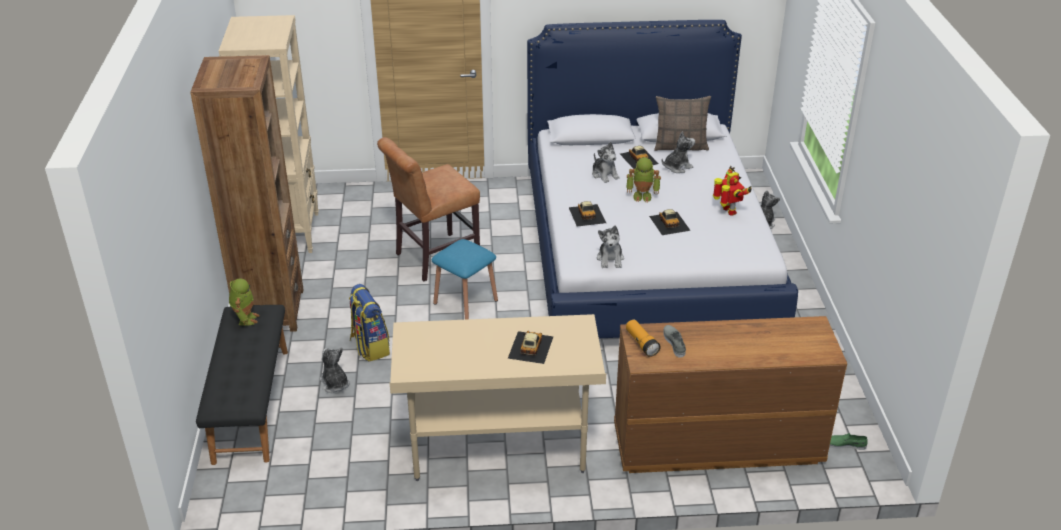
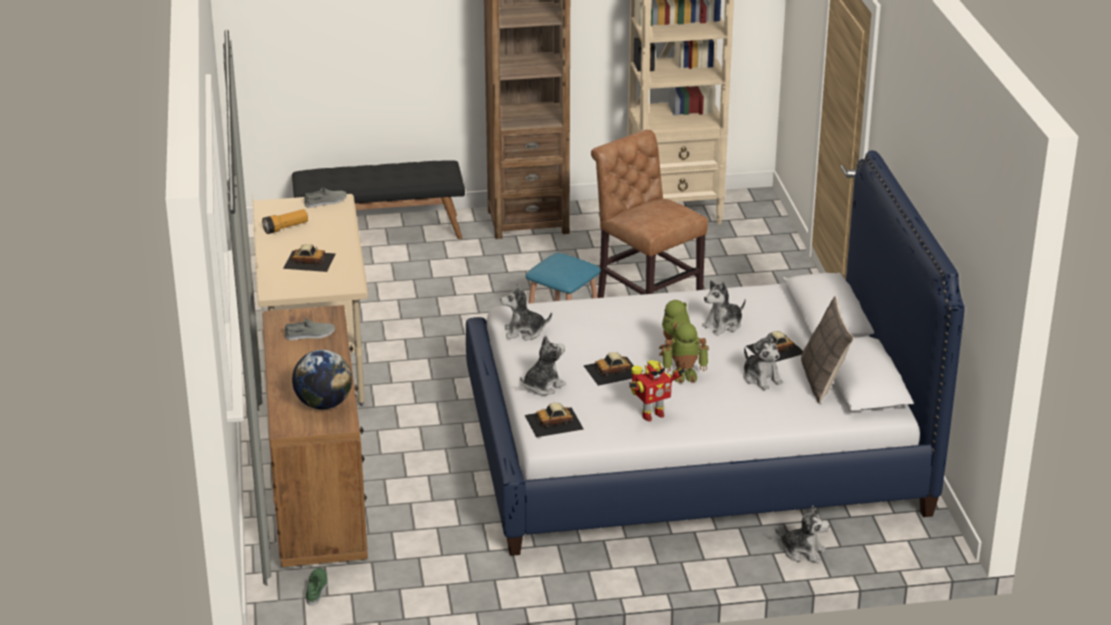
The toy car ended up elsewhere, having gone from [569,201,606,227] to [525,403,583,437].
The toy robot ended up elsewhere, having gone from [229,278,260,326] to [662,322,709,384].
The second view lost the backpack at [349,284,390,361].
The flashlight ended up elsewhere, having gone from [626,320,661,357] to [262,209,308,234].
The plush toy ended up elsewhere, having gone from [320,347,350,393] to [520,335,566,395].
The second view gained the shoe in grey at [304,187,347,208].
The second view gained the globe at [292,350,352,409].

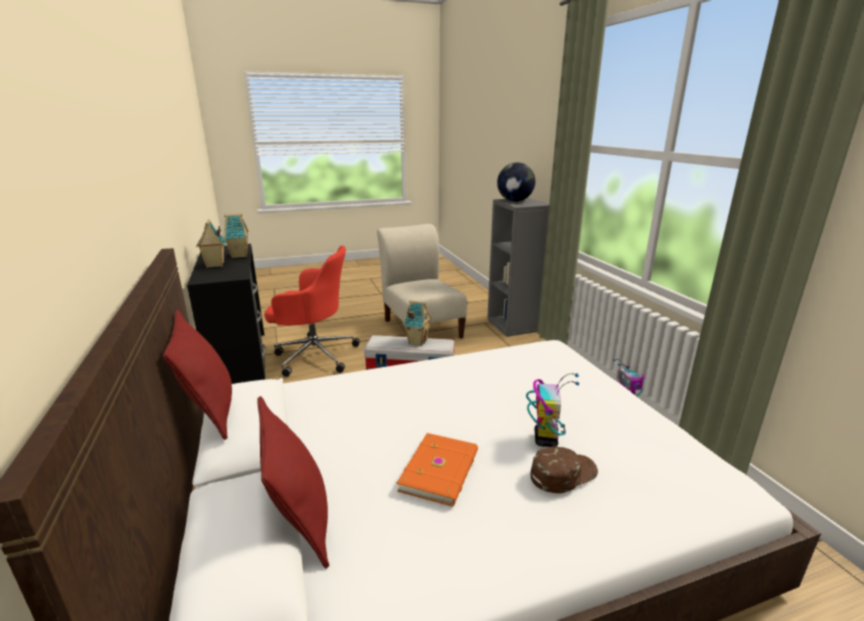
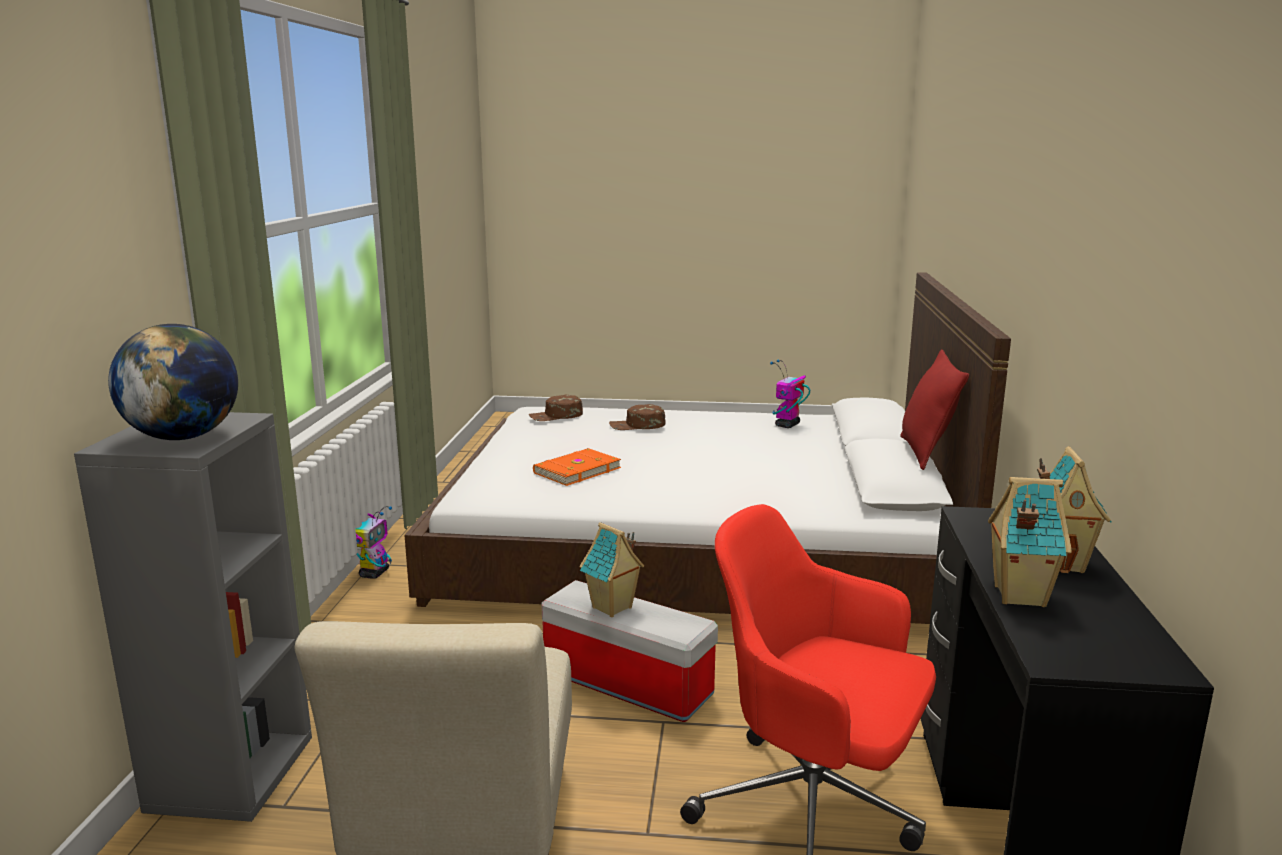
The toy robot ended up elsewhere, having gone from [526,373,579,447] to [770,359,810,428].
The second view lost the pillow in red at [257,396,329,569].
The book in orange ended up elsewhere, having gone from [397,433,478,507] to [533,448,621,486].
The second view gained the cap in brown at [529,395,583,421].

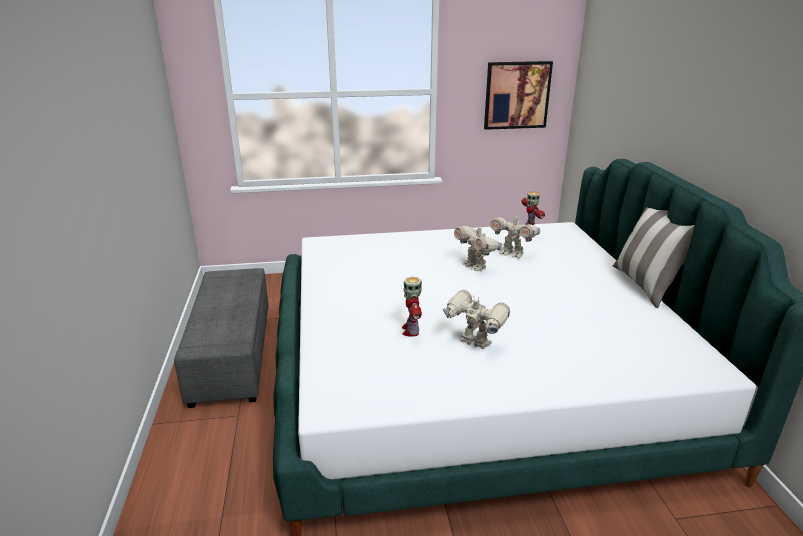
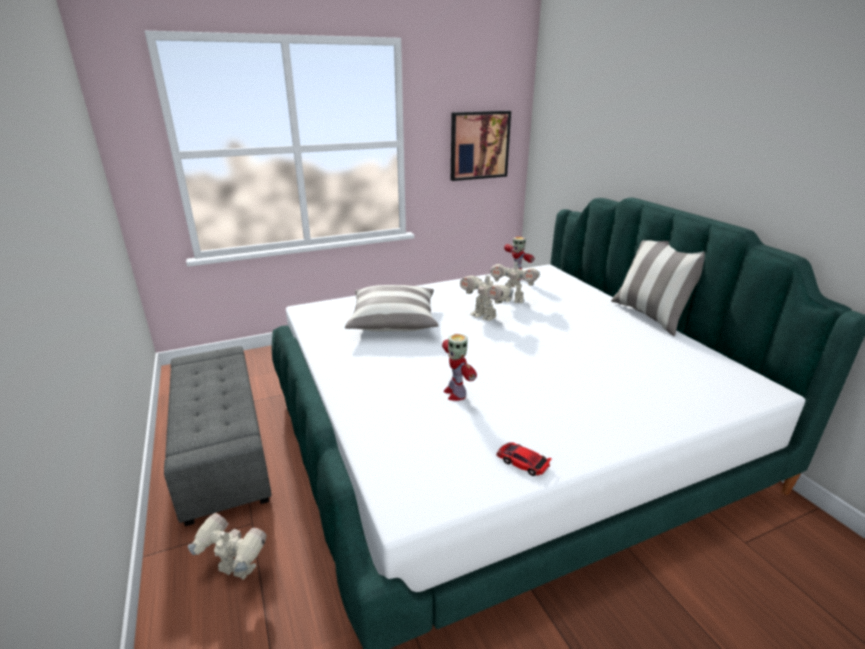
The toy robot ended up elsewhere, having gone from [443,290,510,349] to [188,513,267,580].
The second view gained the pillow at [345,285,438,331].
The second view gained the toy car at [496,442,551,476].

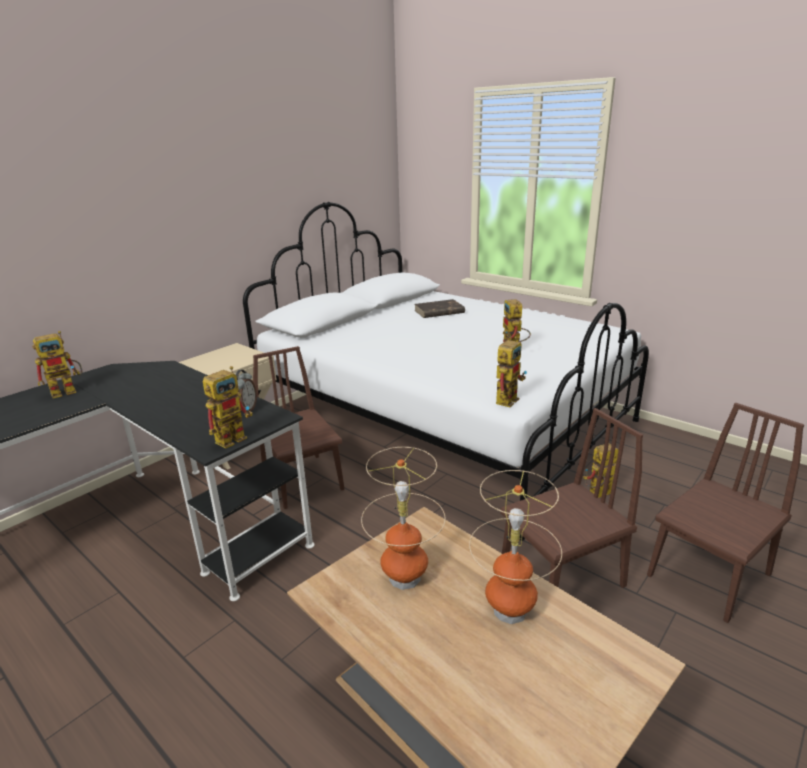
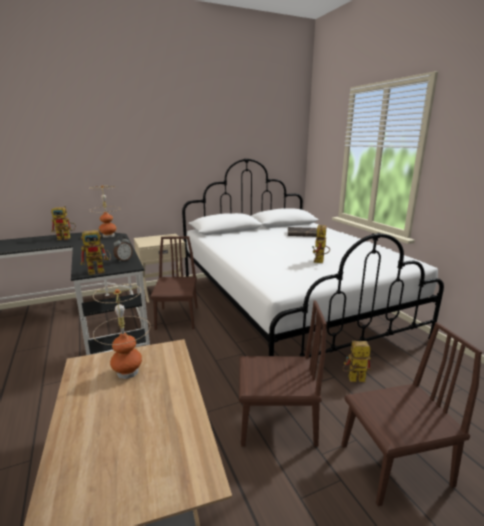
The second view lost the toy robot at [496,336,527,407].
The table lamp ended up elsewhere, having gone from [469,470,562,624] to [89,186,121,238].

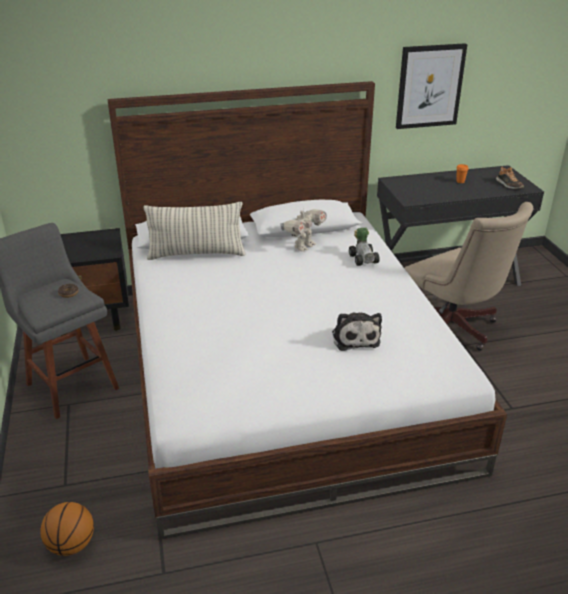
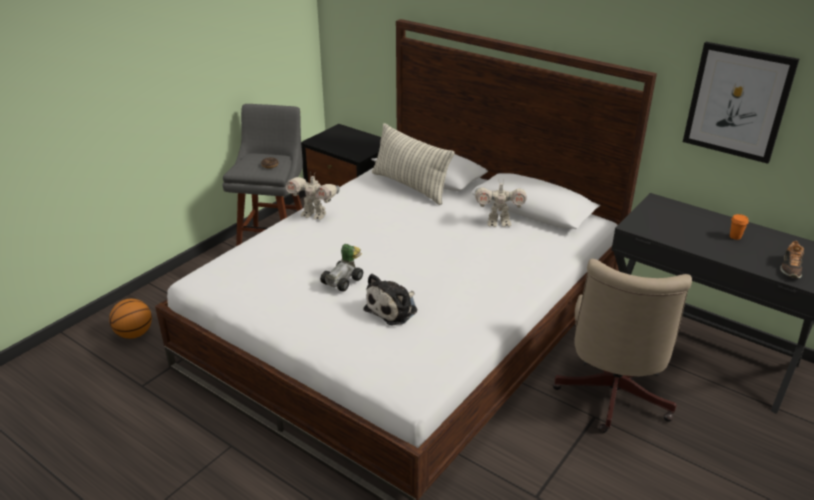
The toy car ended up elsewhere, having gone from [349,228,380,266] to [320,244,363,291].
The second view gained the toy robot at [286,172,340,220].

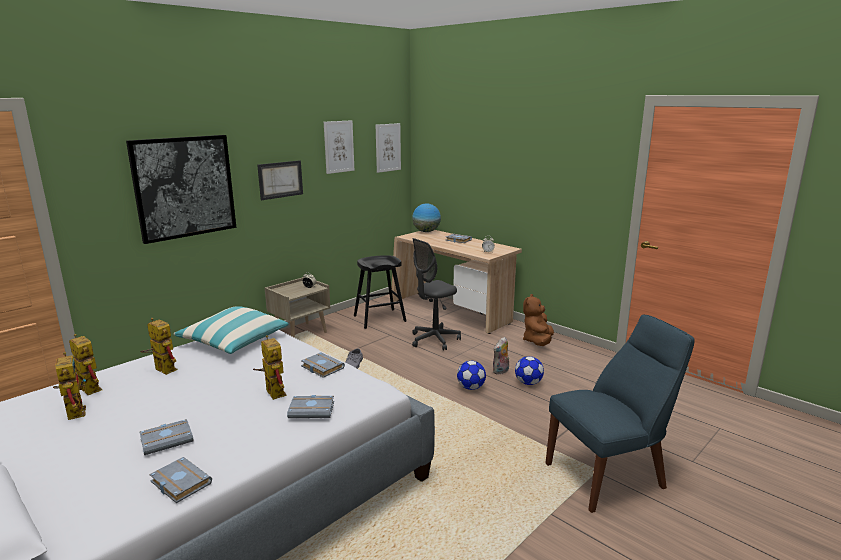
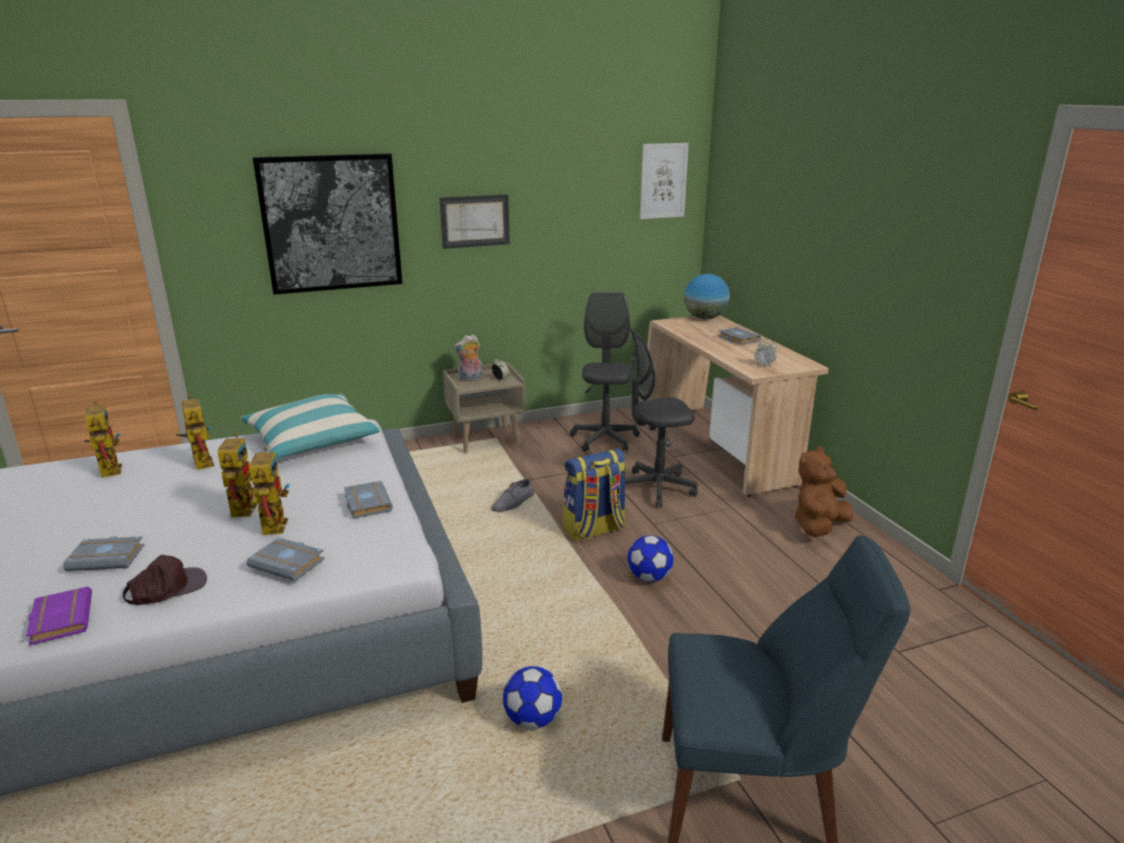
The second view lost the picture at [324,120,354,174].
Where the stool in black stood at [354,255,406,329], the office chair in grey came to stand at [570,292,640,452].
The plush toy ended up elsewhere, having gone from [493,337,510,375] to [454,334,483,382].
The toy robot ended up elsewhere, having gone from [53,352,86,420] to [218,432,258,517].
The football ended up elsewhere, having gone from [515,356,544,385] to [503,666,562,729].
What was the book in grey at [149,457,212,503] turned into the book in purple at [26,586,92,645].
The second view gained the backpack at [563,449,626,542].
The second view gained the cap in brown at [123,555,207,605].

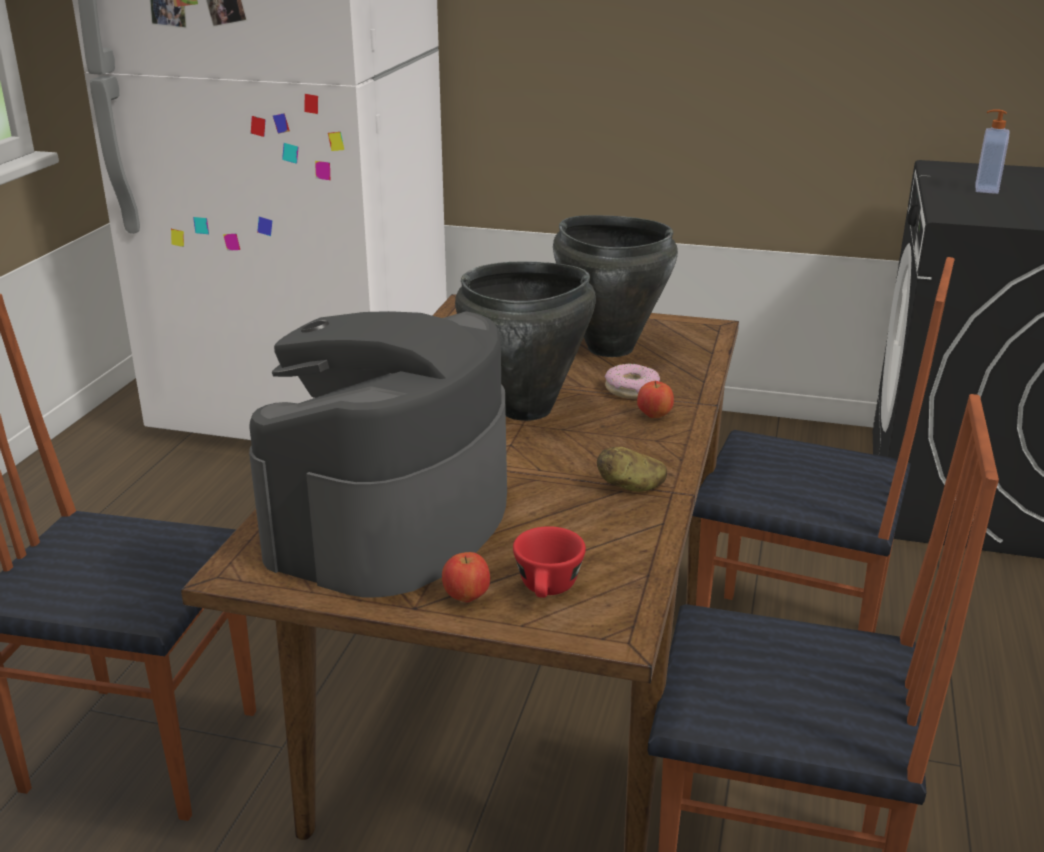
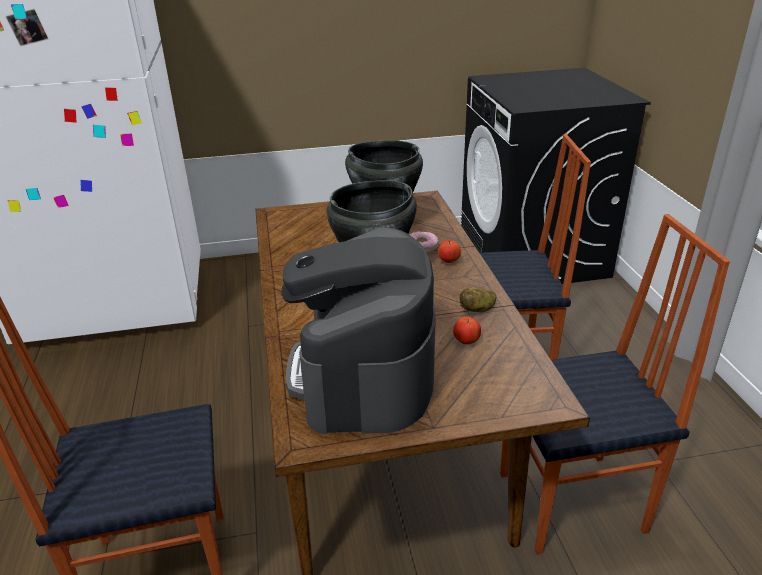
The second view lost the soap dispenser at [975,109,1009,194].
The second view lost the cup in red at [513,526,586,598].
The apple ended up elsewhere, having gone from [442,552,490,602] to [453,316,481,344].

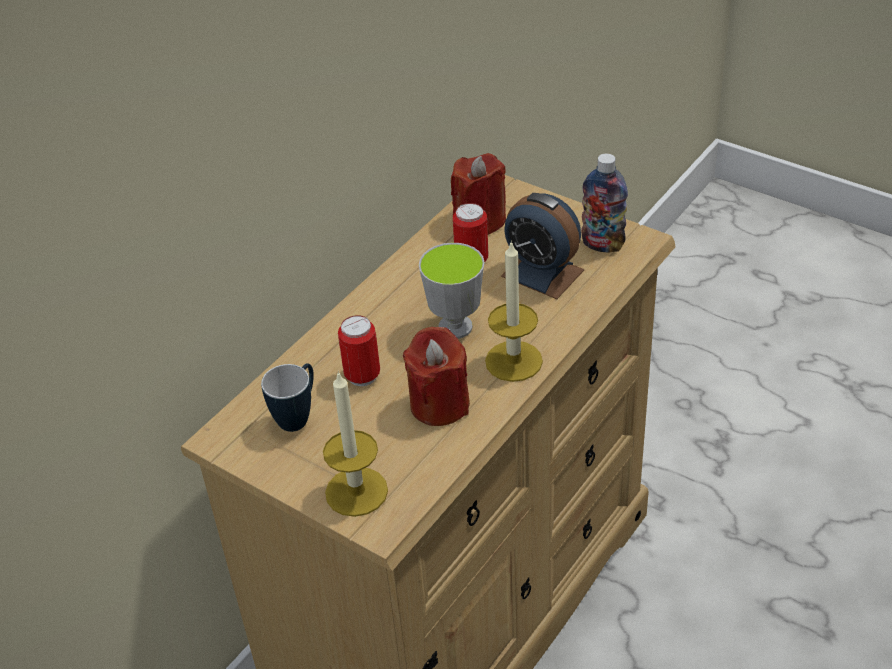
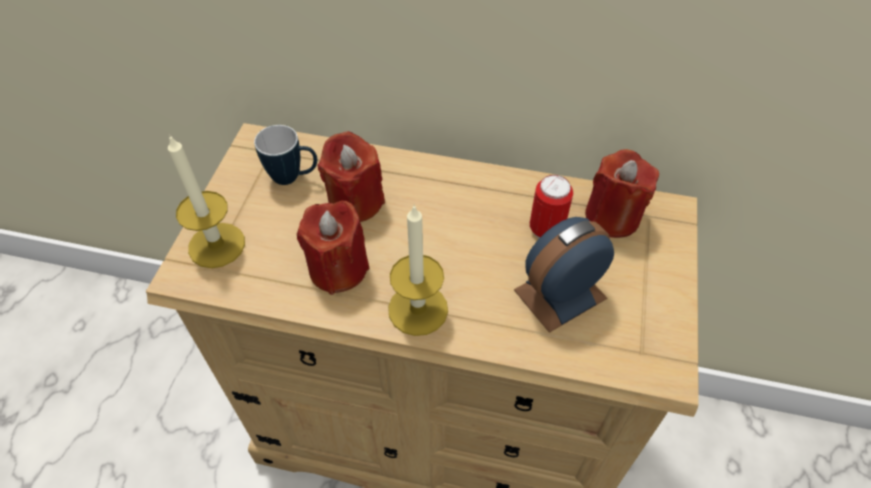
The second view lost the bottle at [581,153,628,252].
The alarm clock at [501,193,584,299] ended up facing another way, 45 degrees clockwise from before.
The second view lost the cup at [419,243,484,339].
Where the can stood at [338,315,380,386], the candle in red came to stand at [318,131,385,222].

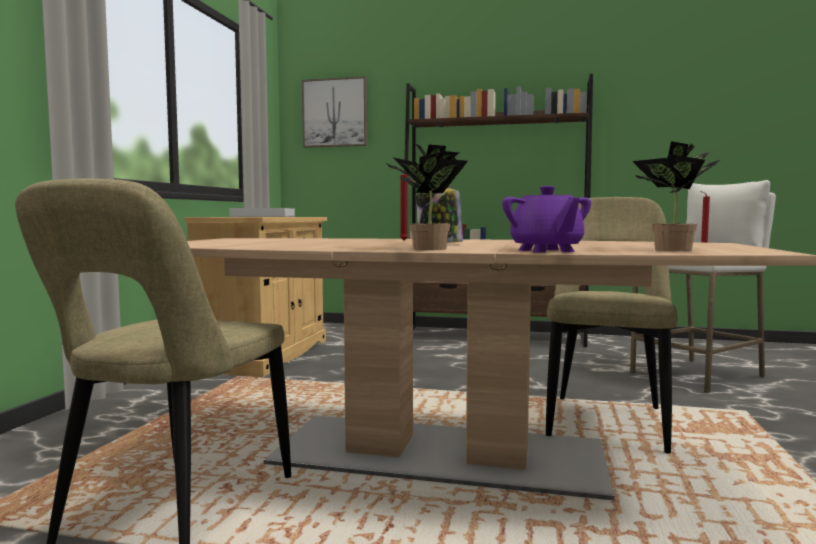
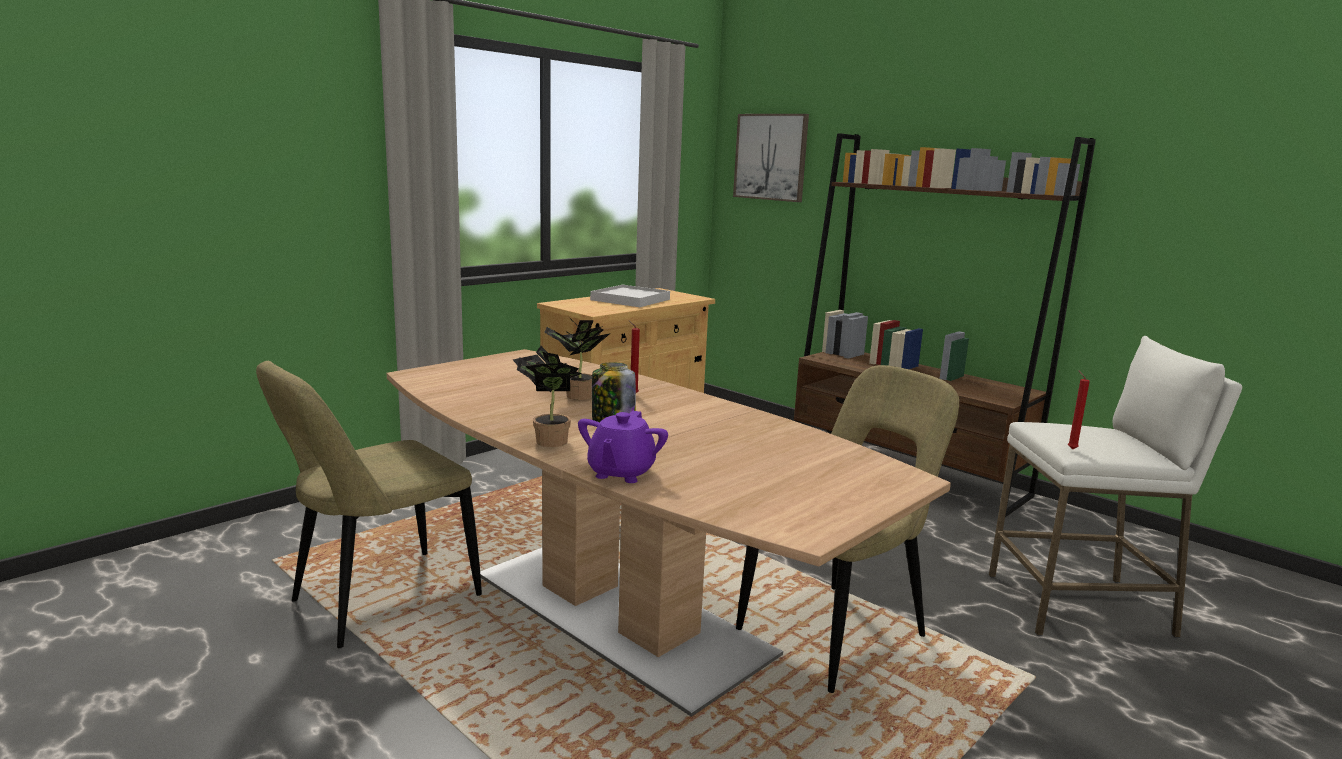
The potted plant ended up elsewhere, having gone from [632,141,722,251] to [544,318,610,400].

